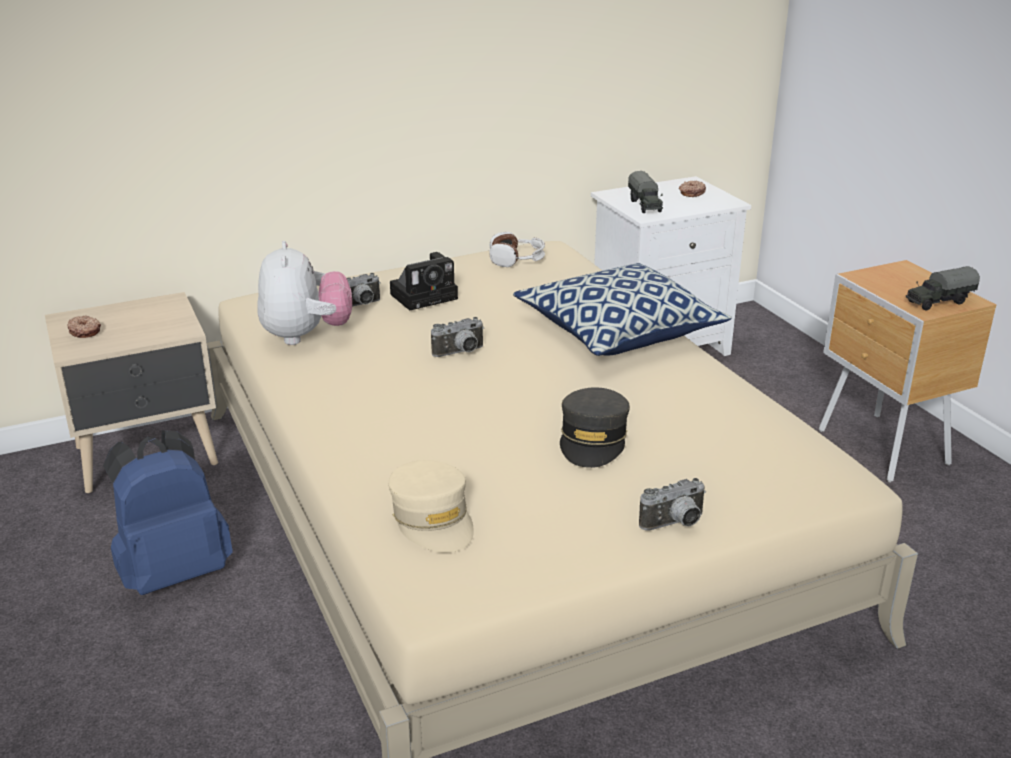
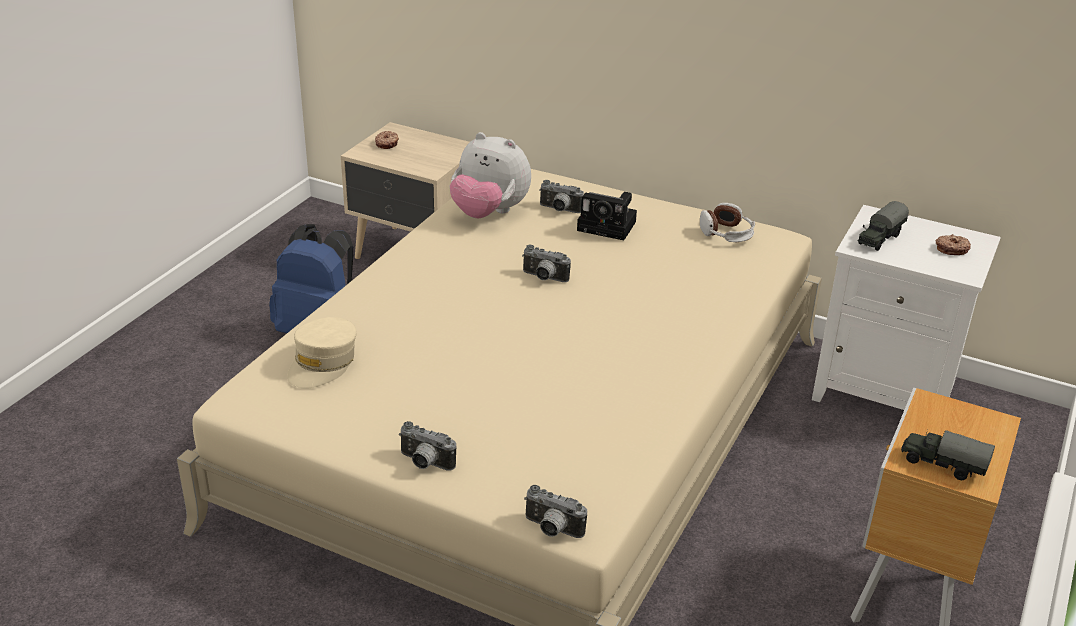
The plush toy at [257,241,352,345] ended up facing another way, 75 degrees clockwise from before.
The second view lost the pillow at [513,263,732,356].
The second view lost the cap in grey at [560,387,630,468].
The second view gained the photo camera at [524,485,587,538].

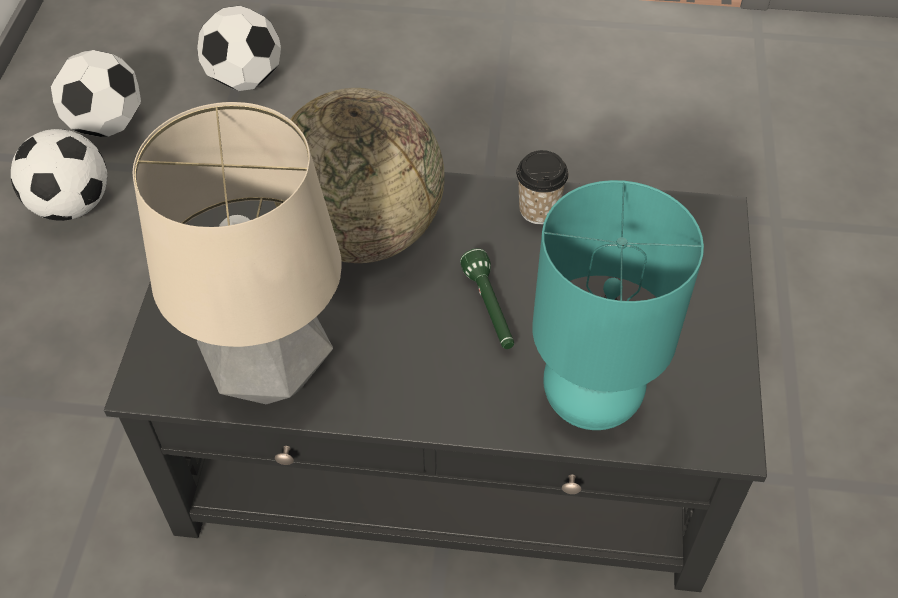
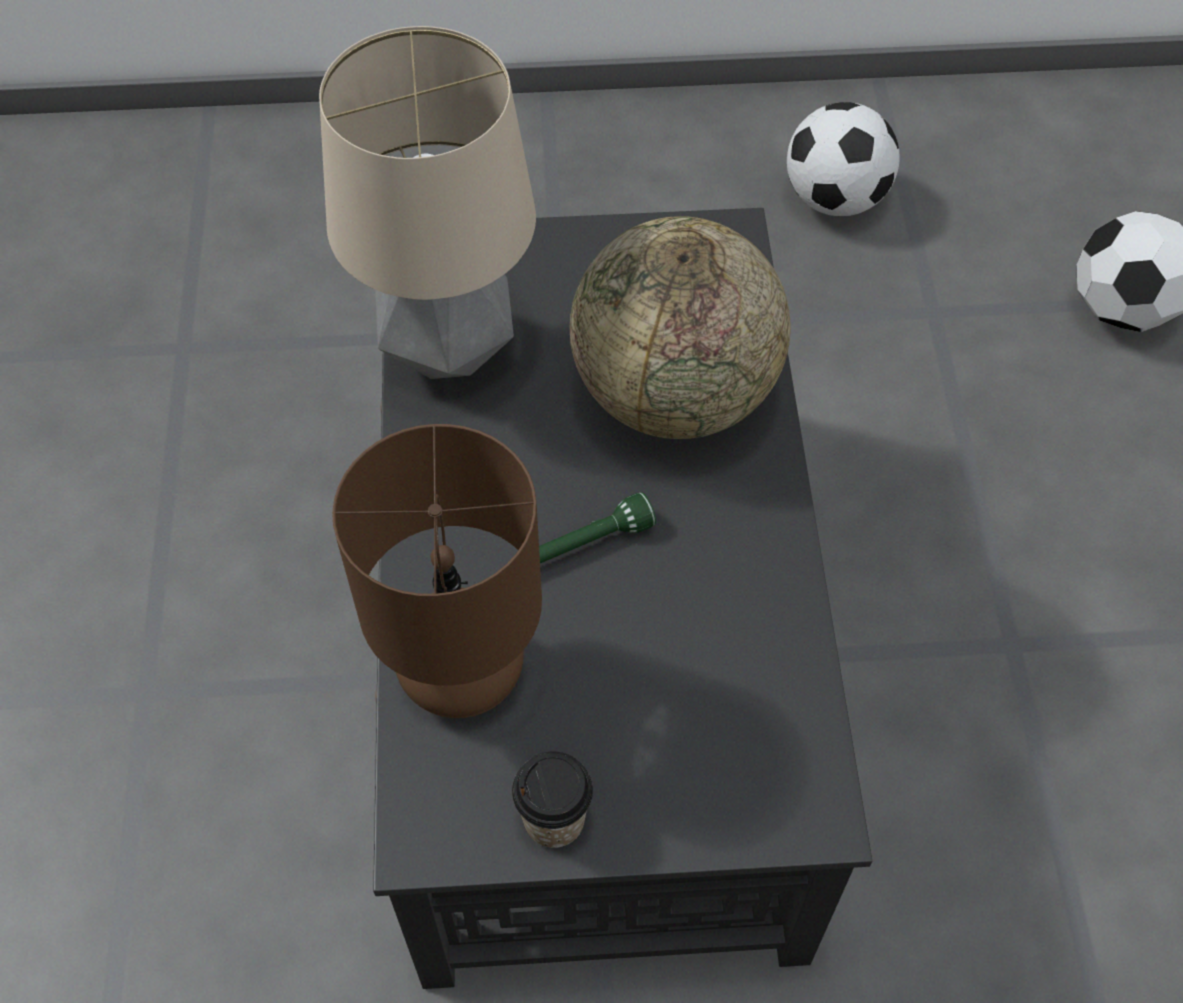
The second view lost the football at [51,50,141,137].
The cup ended up elsewhere, having gone from [516,150,569,224] to [512,752,593,848].
What was the table lamp in turquoise at [532,180,704,430] turned into the table lamp in brown at [332,424,542,718].

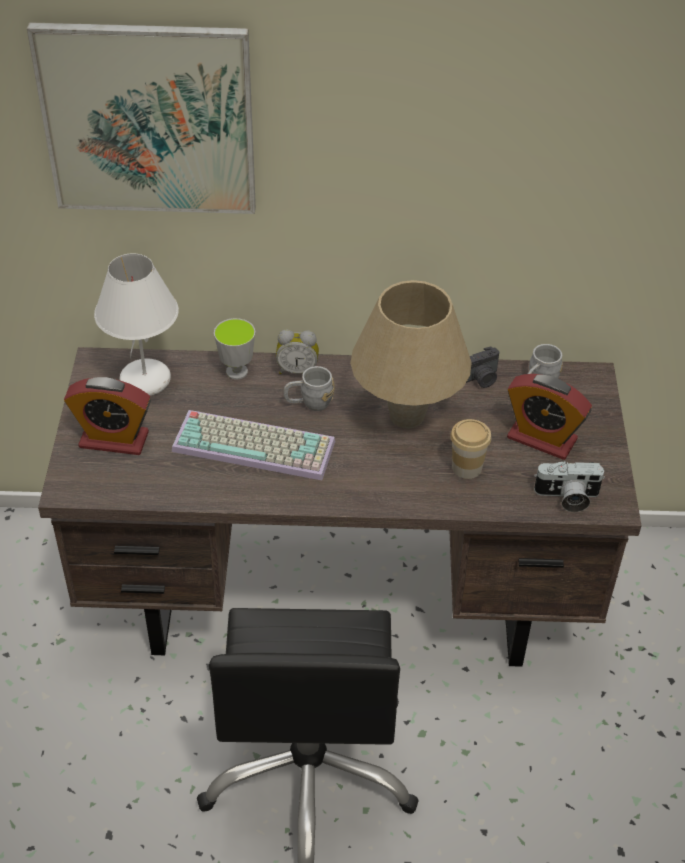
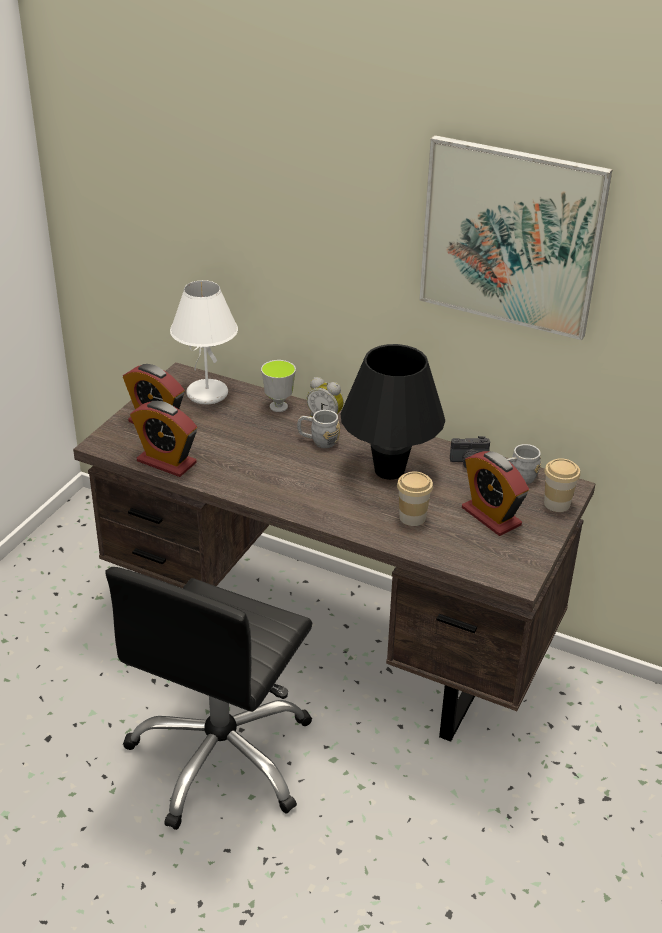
The picture ended up elsewhere, having gone from [27,22,256,214] to [419,135,613,340].
What was the table lamp in beige at [350,280,472,429] turned into the table lamp in black at [340,344,445,480].
The second view lost the keyboard at [172,410,335,480].
The second view lost the photo camera at [534,461,605,512].
The second view gained the alarm clock at [130,401,197,477].
The second view gained the cup at [544,458,580,512].

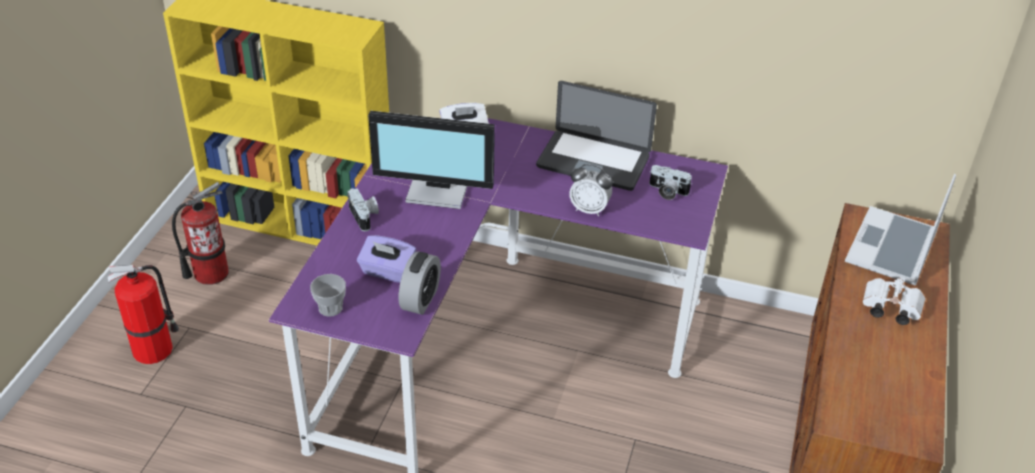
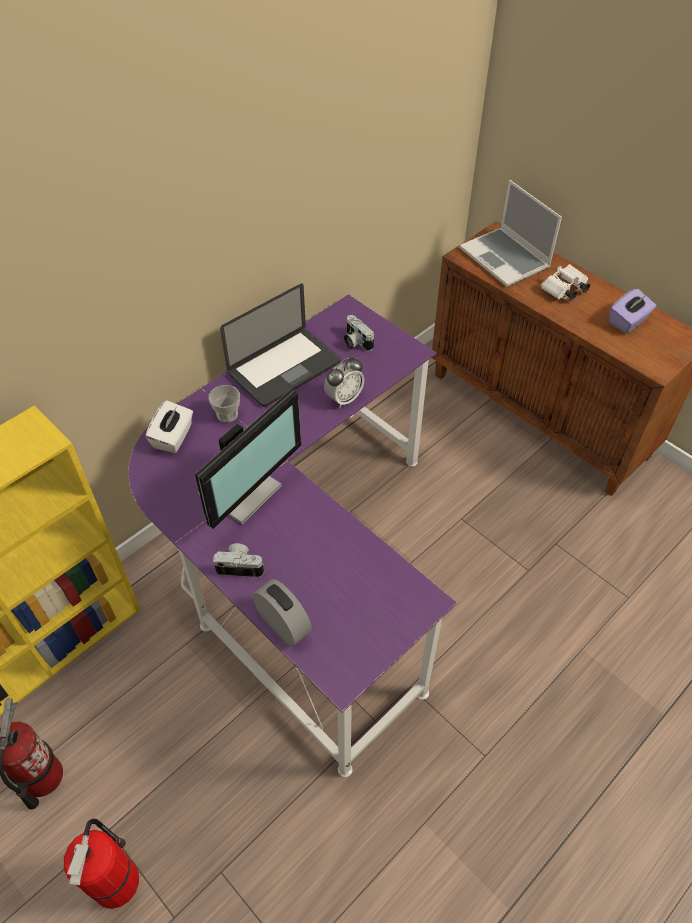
The photo camera at [649,165,692,200] ended up facing another way, 90 degrees clockwise from before.
The tissue box in purple ended up elsewhere, having gone from [357,235,416,283] to [609,288,656,334].
The alarm clock ended up elsewhere, having gone from [399,252,441,315] to [253,579,312,646].
The cup ended up elsewhere, having gone from [310,274,346,317] to [208,385,240,423].

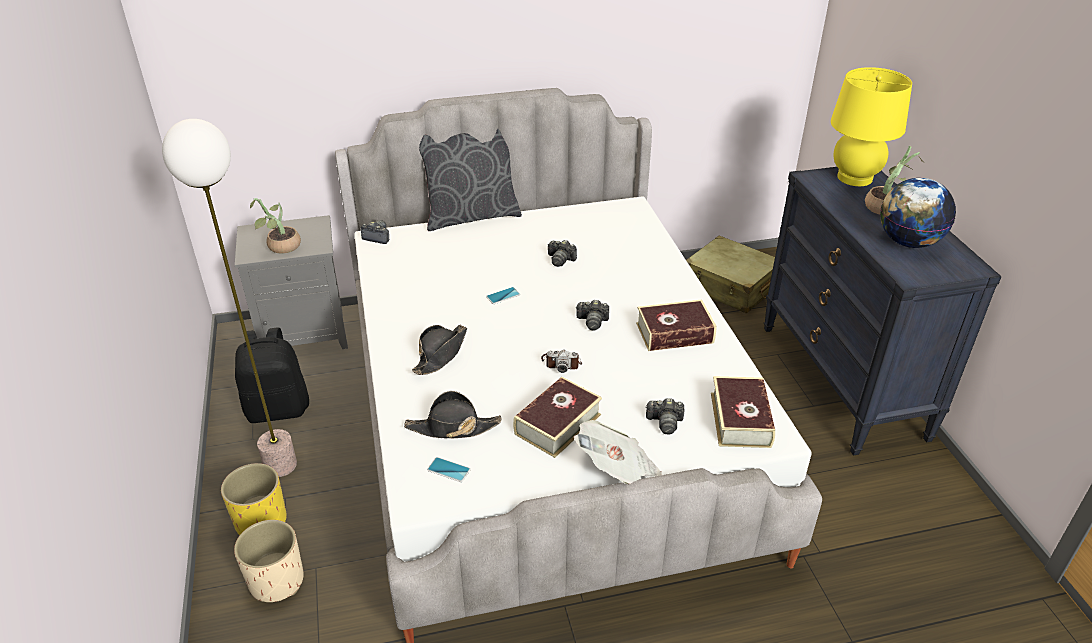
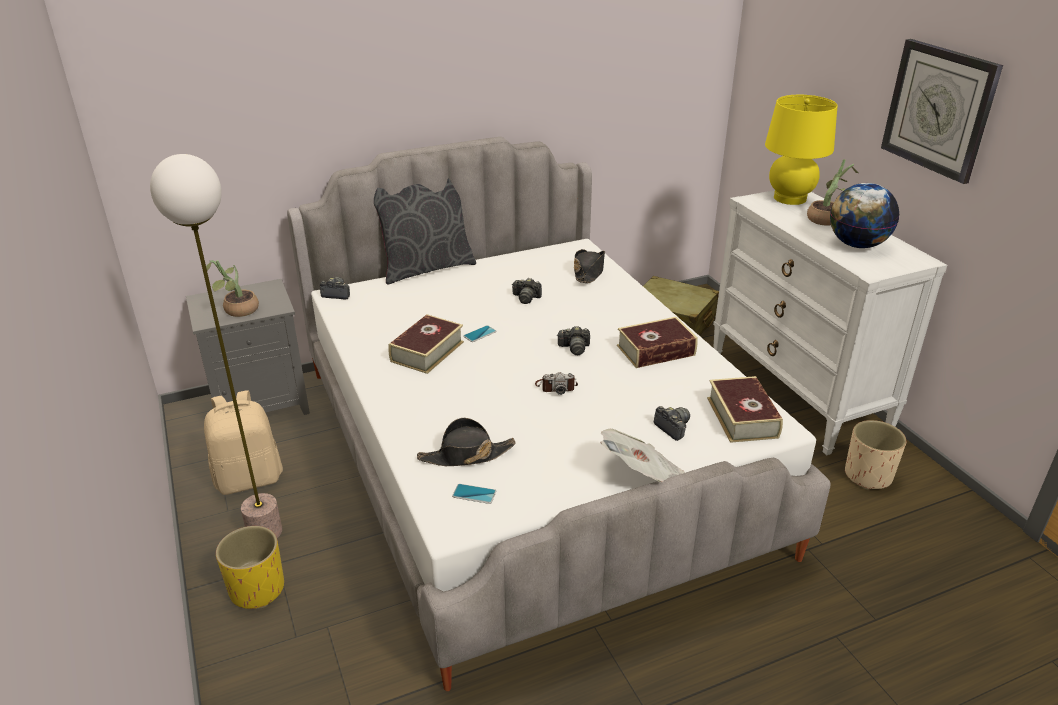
What was the dresser in black at [764,167,1002,456] turned into the dresser in white at [713,190,947,455].
The hat in black ended up elsewhere, having gone from [412,325,467,375] to [574,249,605,283].
What was the backpack in black at [235,328,309,423] turned into the backpack in beige at [204,390,283,495].
The book ended up elsewhere, having gone from [513,377,602,458] to [388,314,464,374].
The photo camera at [645,398,684,434] ended up facing another way, 120 degrees counterclockwise from before.
The planter in beige ended up elsewhere, having gone from [234,520,304,602] to [845,420,906,490].
The second view gained the wall clock at [881,39,1003,184].

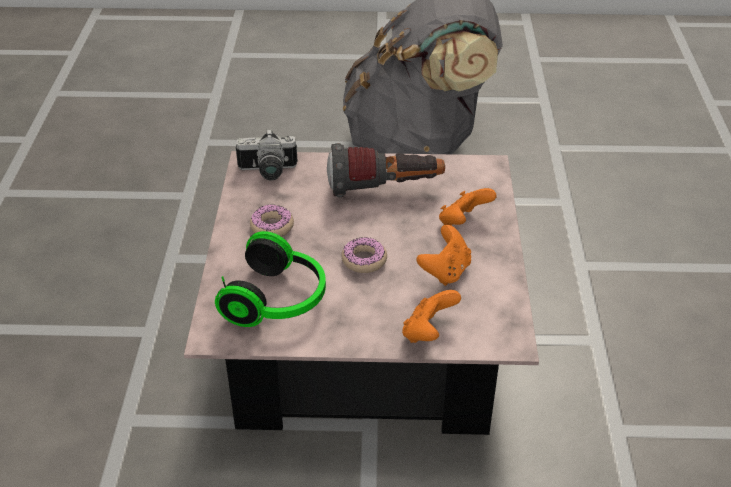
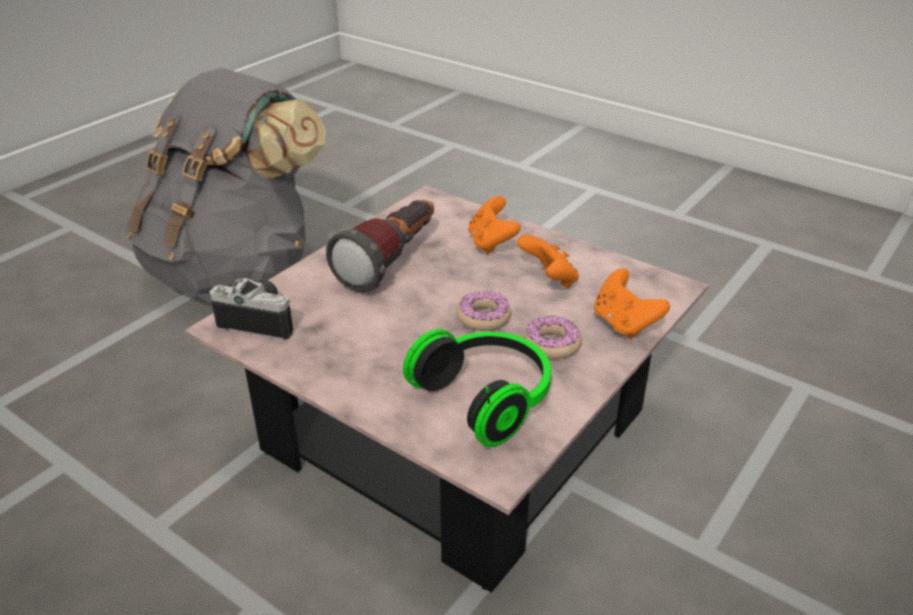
The photo camera at [236,129,298,180] ended up facing another way, 105 degrees counterclockwise from before.
The donut ended up elsewhere, having gone from [250,204,294,237] to [524,315,582,359].

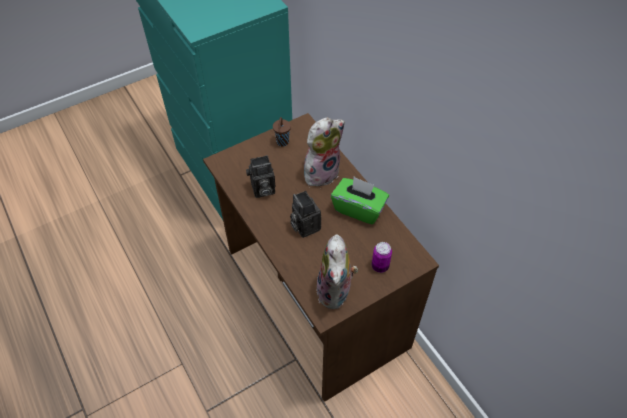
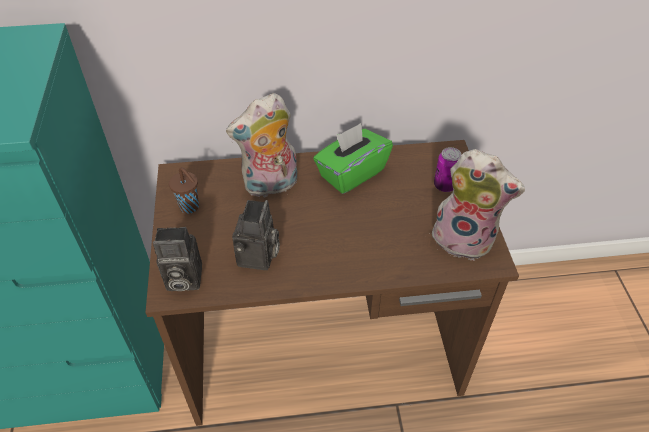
The plush toy at [304,117,345,189] ended up facing another way, 105 degrees counterclockwise from before.
The photo camera ended up elsewhere, having gone from [290,191,321,238] to [153,227,202,291].

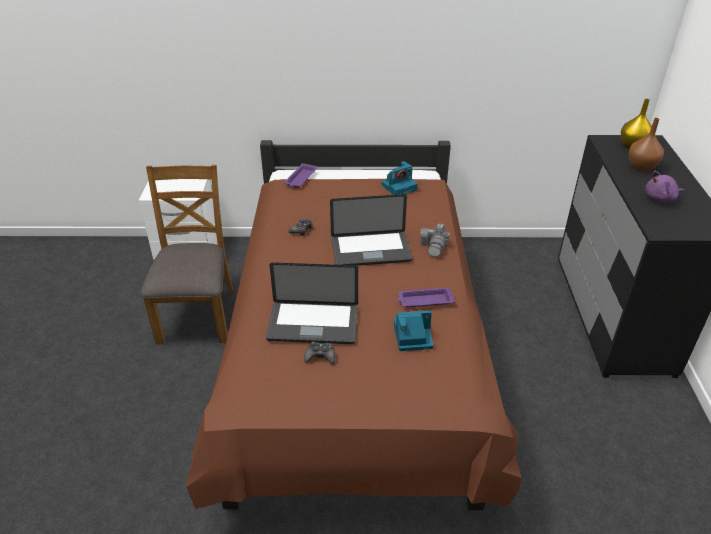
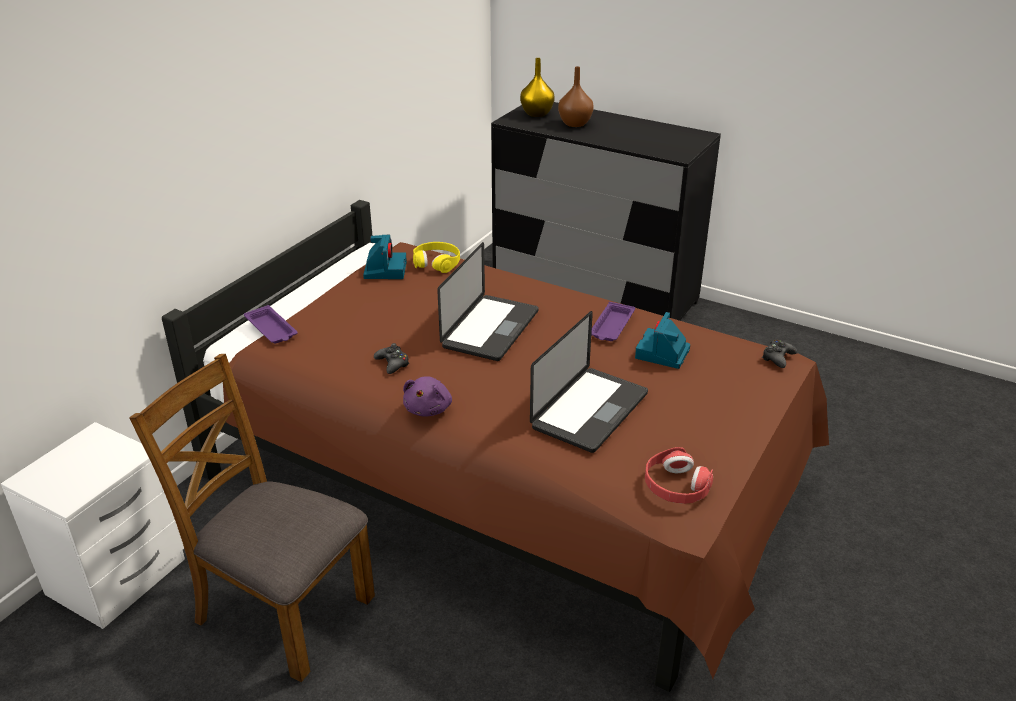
The plush toy in purple ended up elsewhere, having gone from [645,171,685,203] to [403,376,452,417].
The second view lost the photo camera at [420,223,450,257].
The game controller in black ended up elsewhere, having gone from [304,342,335,364] to [762,340,797,368].
The second view gained the headphones in yellow at [413,242,460,273].
The second view gained the headphones in red at [645,447,713,504].

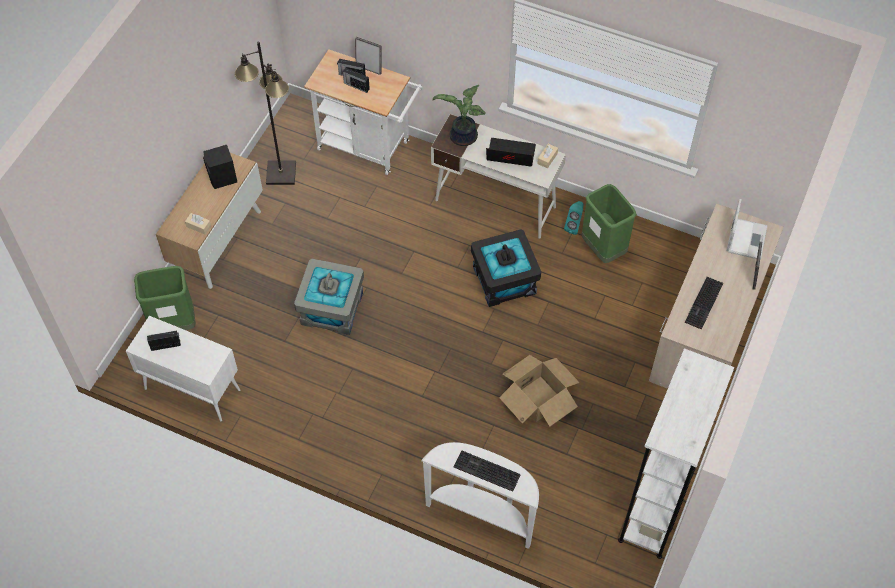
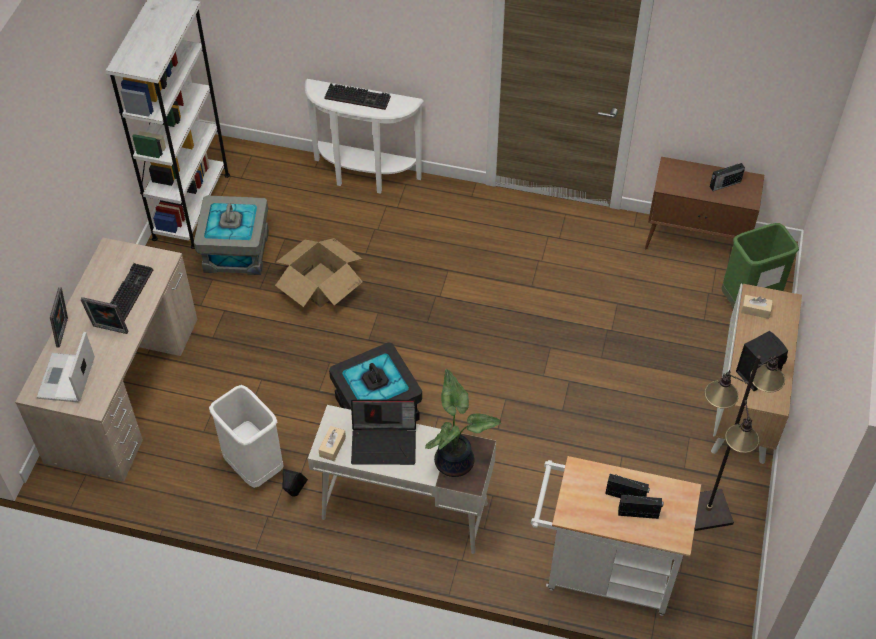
The picture frame ended up elsewhere, having gone from [355,37,382,75] to [81,297,129,334].
What was the trash can in green at [582,184,637,263] turned into the trash can in white at [209,385,284,488].
What was the speaker in turquoise at [564,201,584,235] turned into the speaker in black at [283,469,308,497].
The storage box in grey ended up elsewhere, having gone from [294,259,364,335] to [194,195,269,275].
What was the cabinet in white at [126,316,240,421] turned into the cabinet in brown at [645,157,764,249].

